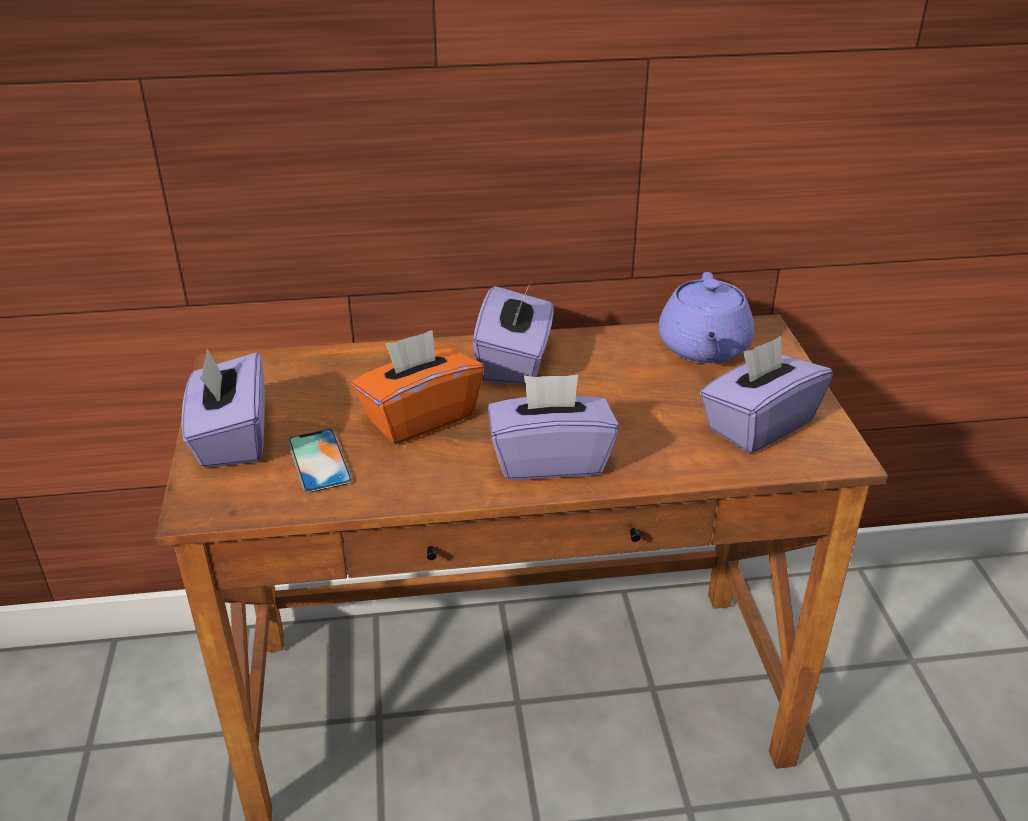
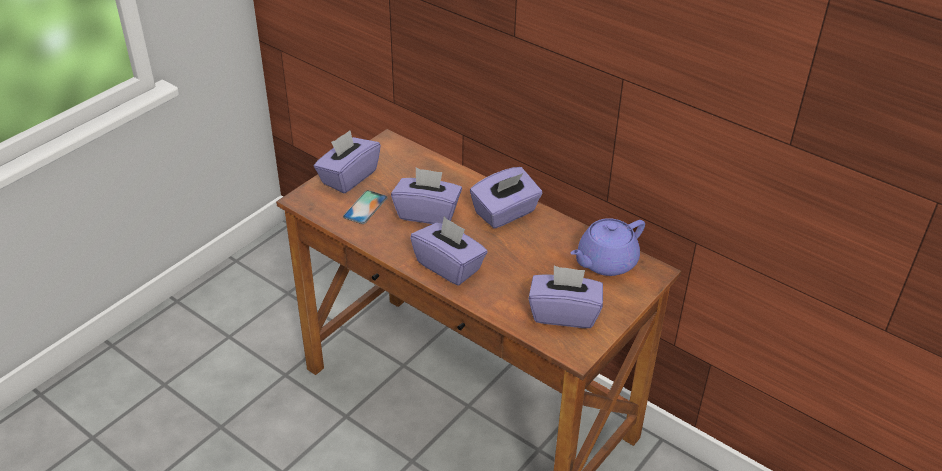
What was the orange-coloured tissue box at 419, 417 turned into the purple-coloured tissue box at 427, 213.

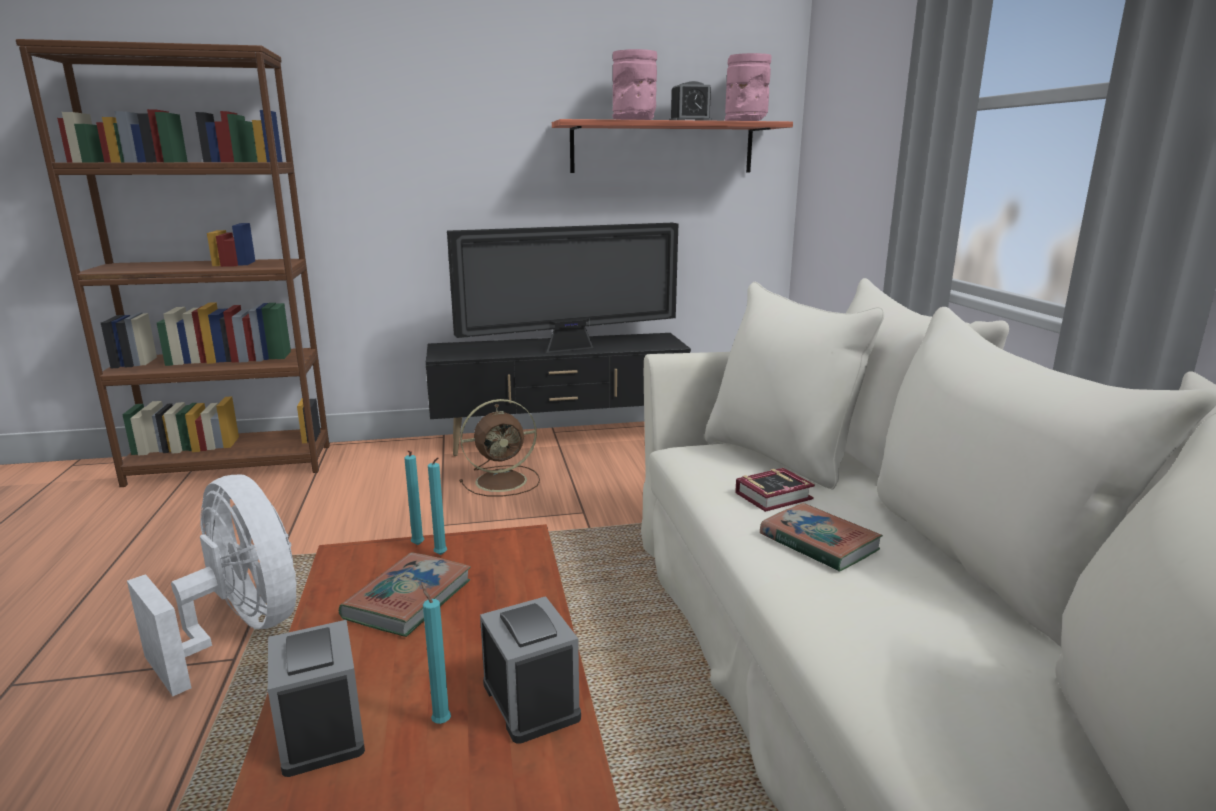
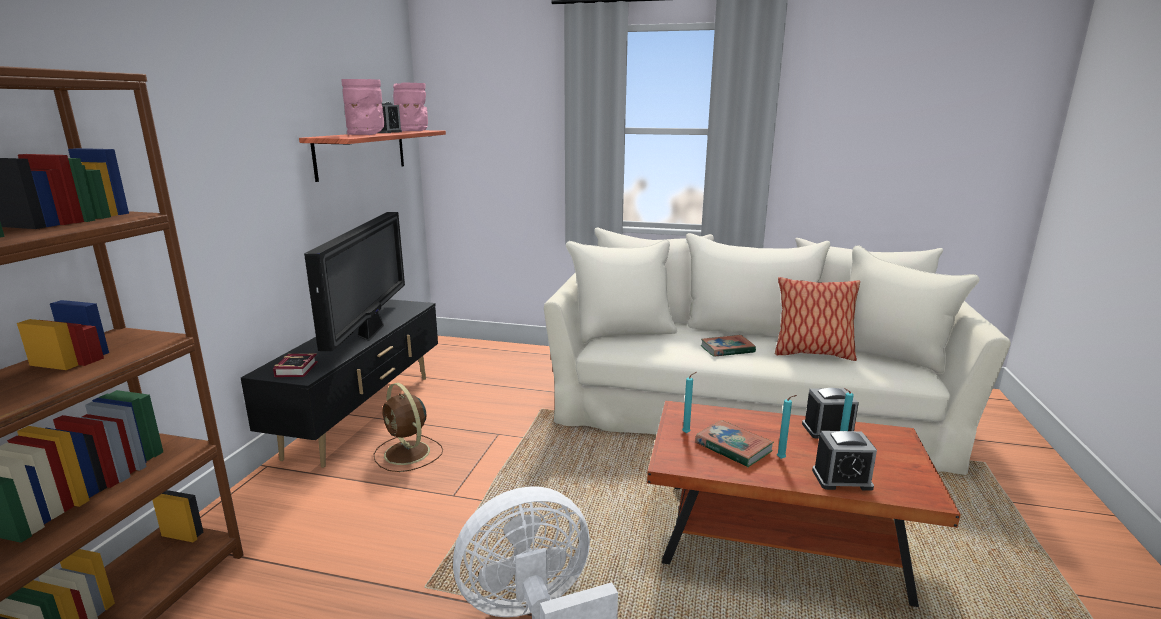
The second view gained the cushion at 812, 354. The blue-green wax light ended up elsewhere, having gone from 417, 546 to 782, 459. The bound book ended up elsewhere, having gone from 777, 496 to 298, 368. The brown-coloured fan at 503, 481 ended up facing another way, 135 degrees clockwise from before.

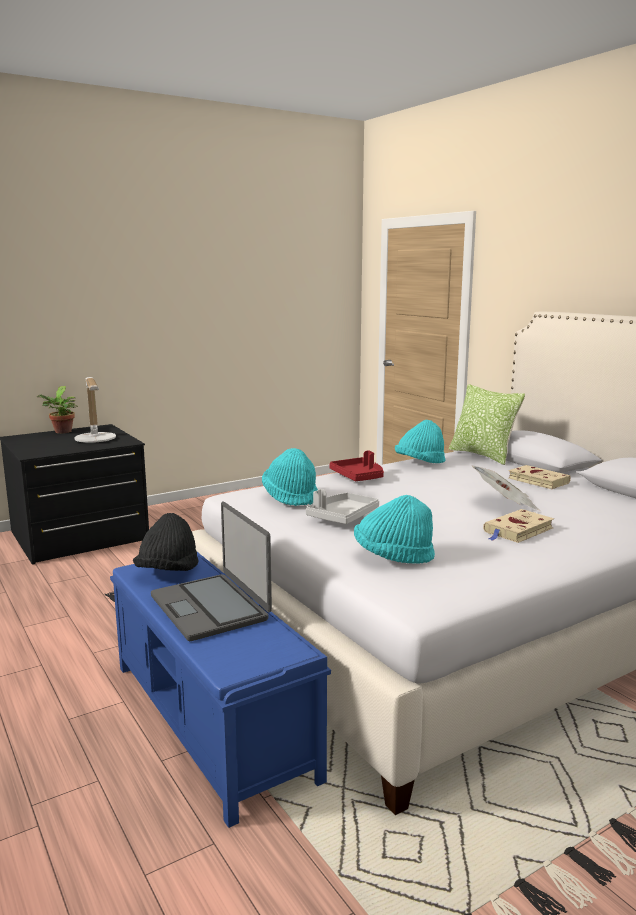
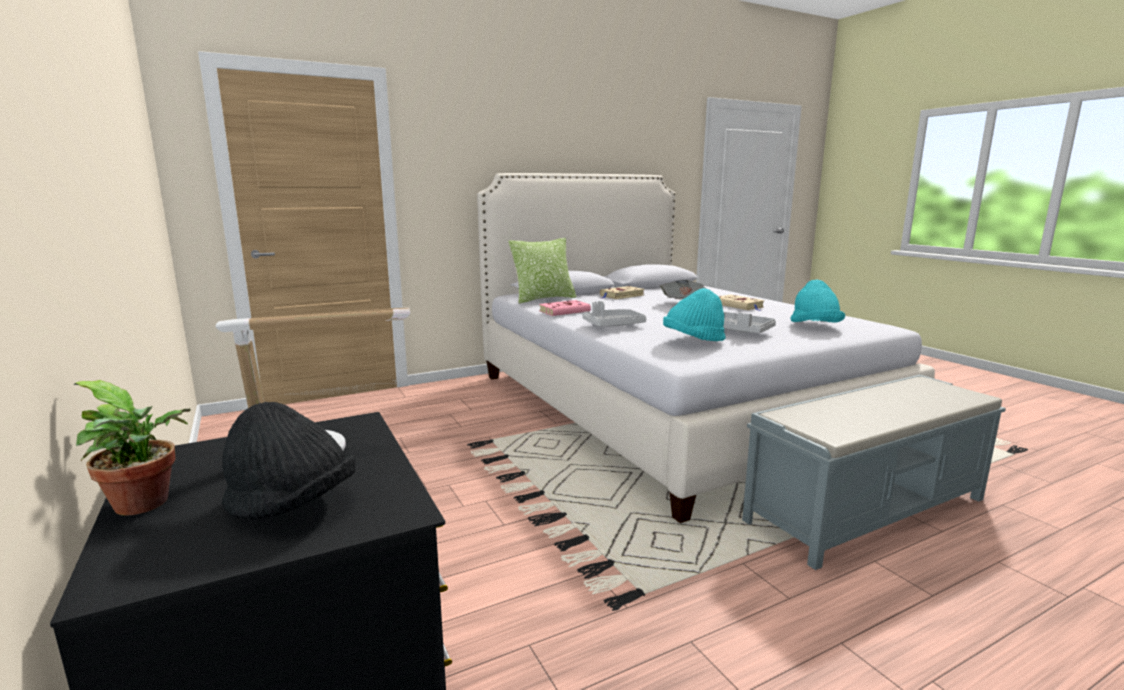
The second view lost the laptop at 211, 607. The black-coloured hat ended up elsewhere, having gone from 168, 572 to 291, 505. Where the blue-green hat stood at 420, 463, the pinkish bound book came to stand at 565, 311. What was the blue long seat at 211, 720 turned into the grey long seat at 868, 509. What was the reddish tray at 358, 477 turned into the grey tray at 613, 325.

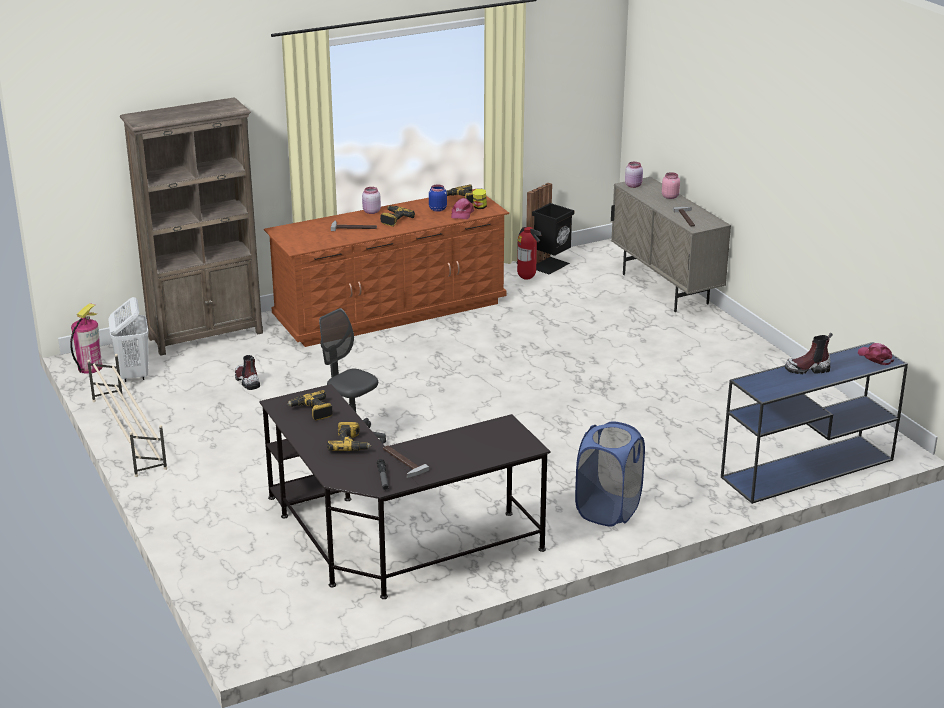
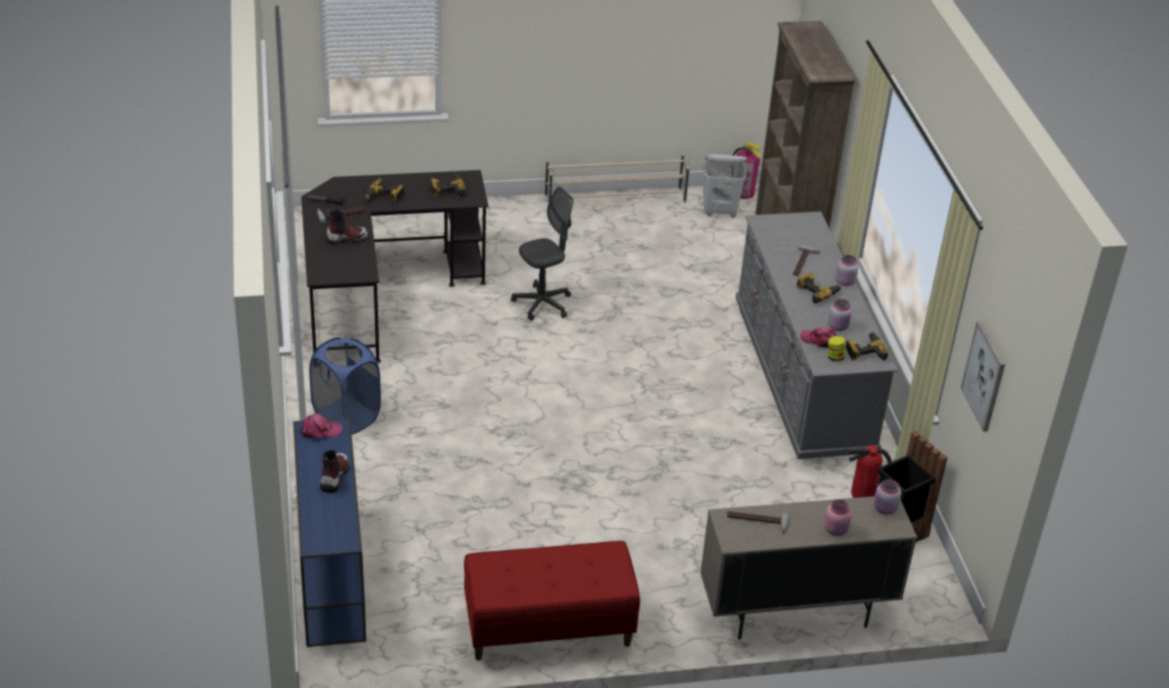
The second view gained the reddish long seat at 548, 628. The second view gained the wall art at 984, 376. The high-top boot ended up elsewhere, having gone from 246, 381 to 346, 238. The pinkish cap ended up elsewhere, having gone from 875, 357 to 320, 431. What was the brown-coloured drawer chest at 390, 311 turned into the grey drawer chest at 802, 378. What was the blue storage jar at 437, 209 turned into the pinkish storage jar at 838, 326.

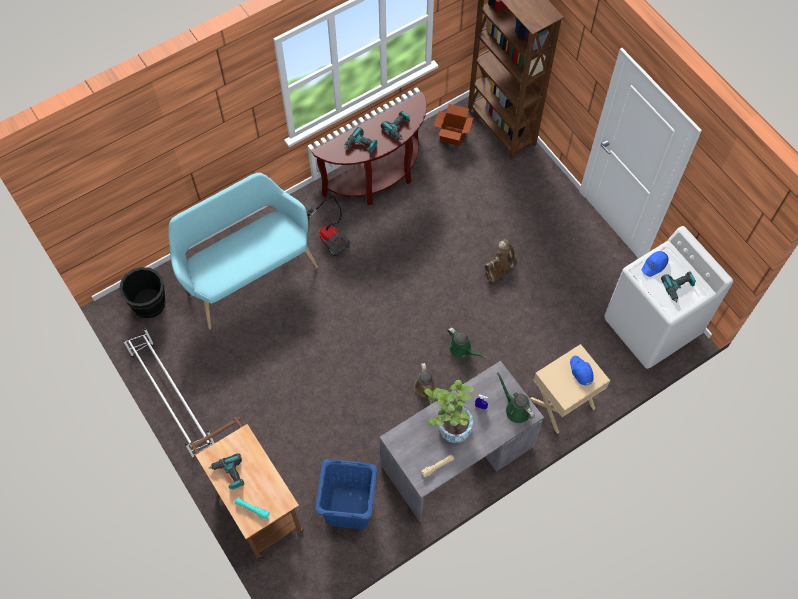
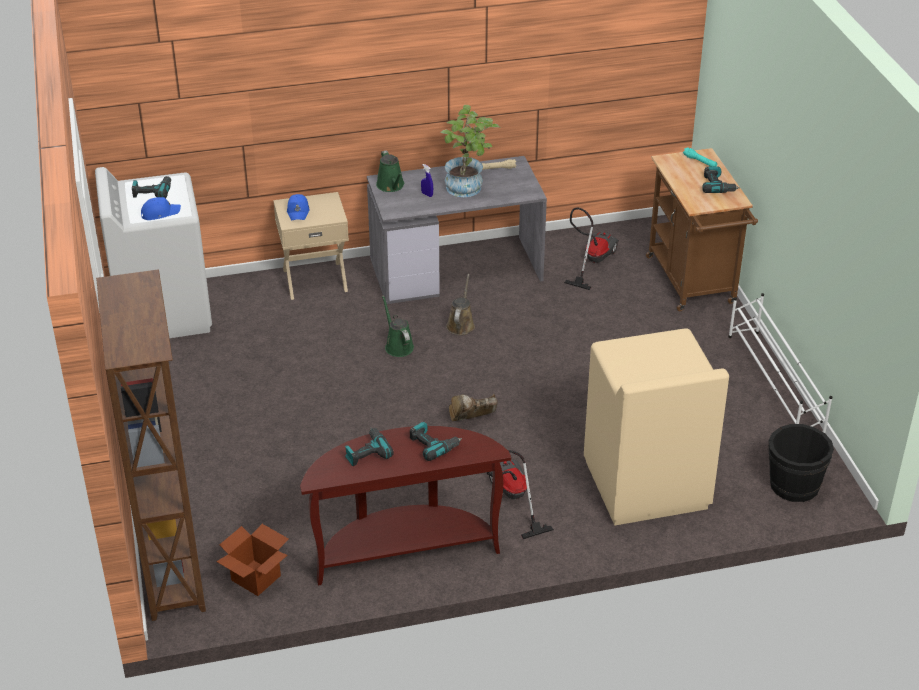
The brown-coloured high-top boot ended up elsewhere, having gone from 499, 268 to 471, 421. Where the blue-green long seat stood at 247, 273, the beige-coloured laundry appliance came to stand at 644, 485. Where the blue laundry basket stood at 348, 508, the vacuum cleaner came to stand at 591, 261.

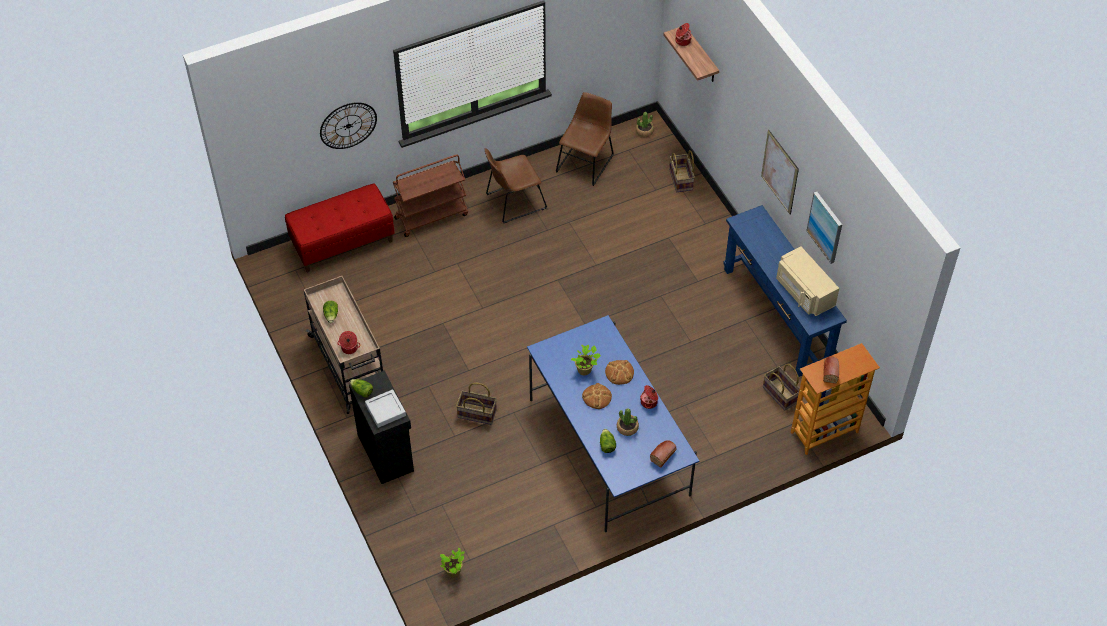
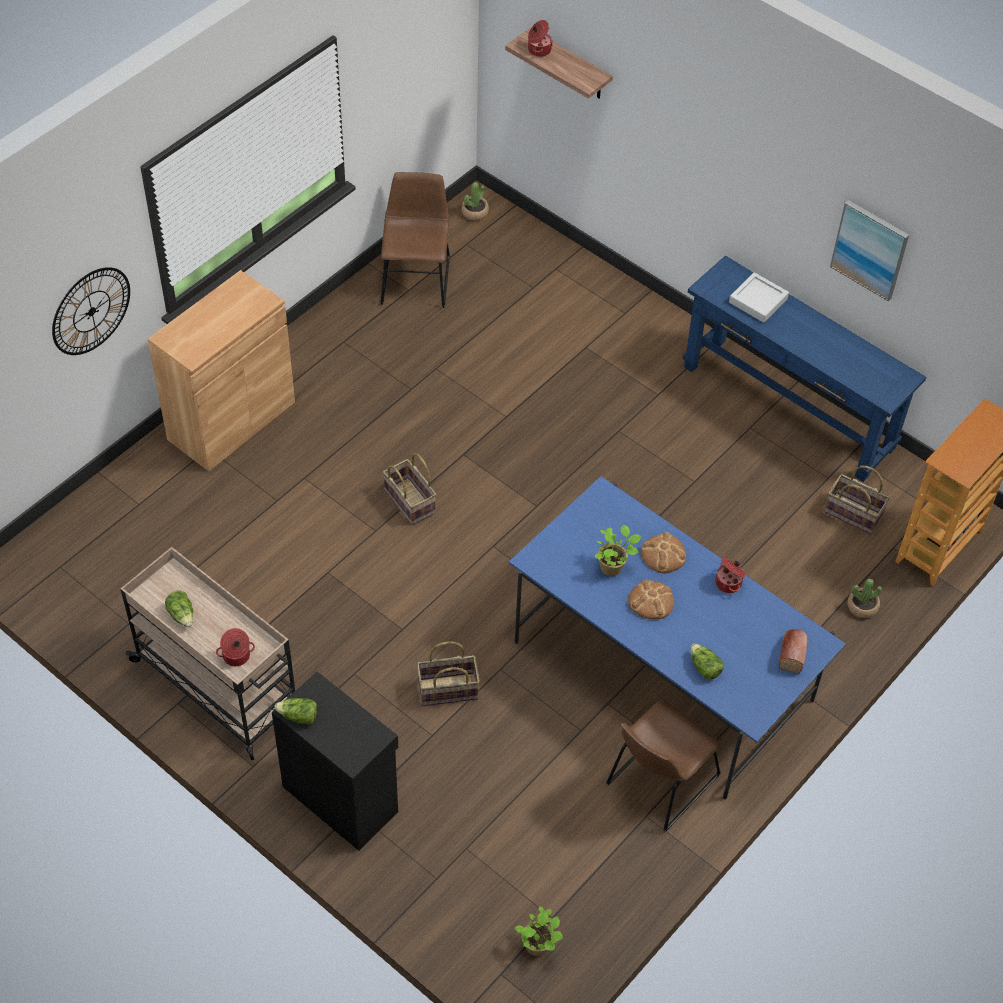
The second view lost the reddish long seat at 342, 242. The second view lost the wall art at 779, 172. The second view lost the beige-coloured microwave at 804, 292. The second view lost the bakery bread at 830, 371. The grey tray ended up elsewhere, having gone from 385, 410 to 758, 301. The brown-coloured plain chair ended up elsewhere, having gone from 513, 202 to 659, 783. The potted plant ended up elsewhere, having gone from 627, 427 to 862, 606. The storage basket ended up elsewhere, having gone from 681, 179 to 410, 501. Where the brown-coloured wheeled cart stood at 431, 216, the brown-coloured storage cabinet came to stand at 231, 421.

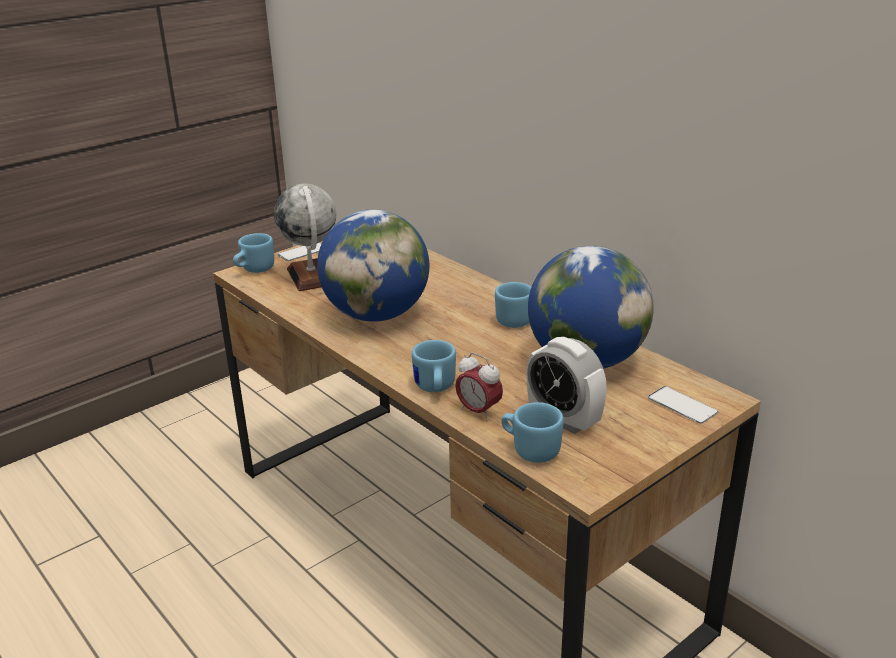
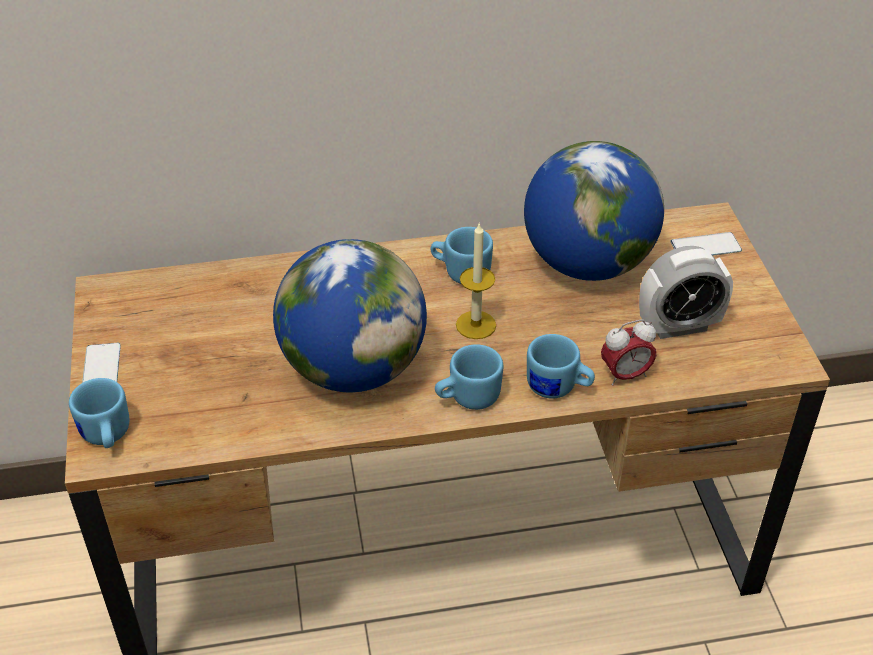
The second view lost the desk globe at 311, 276. The second view gained the wax light at 476, 325. The blue tea mug ended up elsewhere, having gone from 530, 449 to 467, 398.

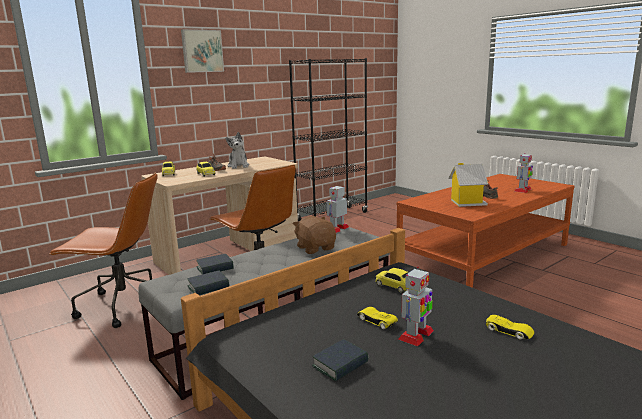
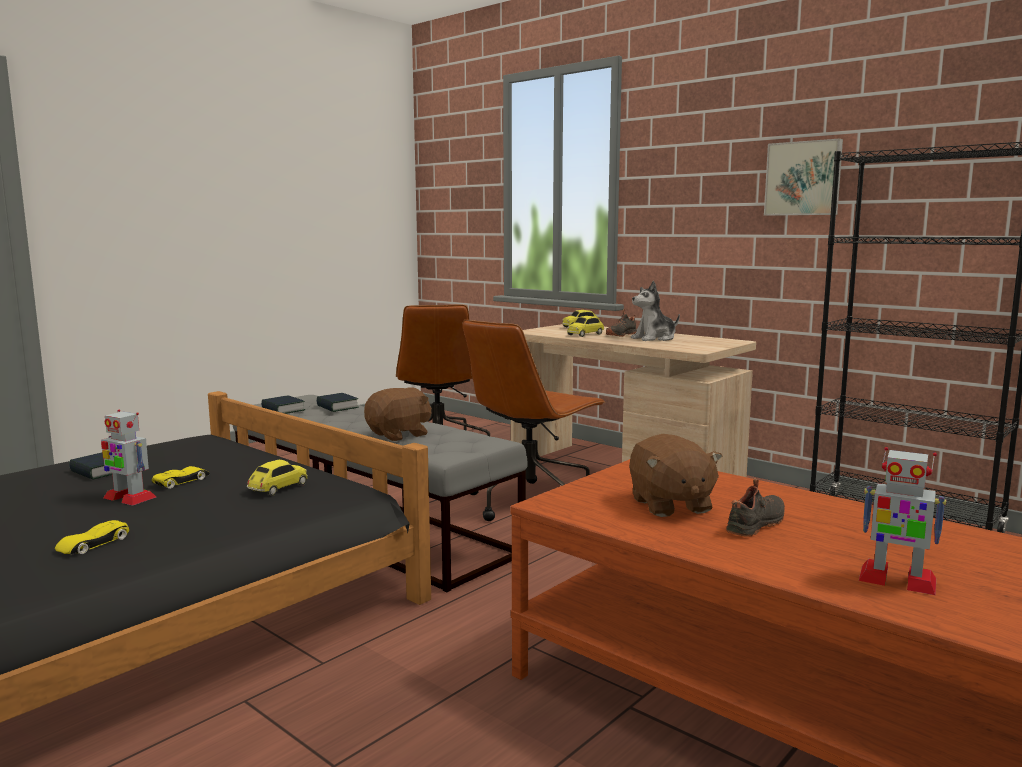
The second view lost the toy robot at 337, 228. The wall art ended up elsewhere, having gone from 202, 51 to 803, 178. Where the toy house stood at 466, 202, the brown-coloured cuddly toy came to stand at 670, 505.

